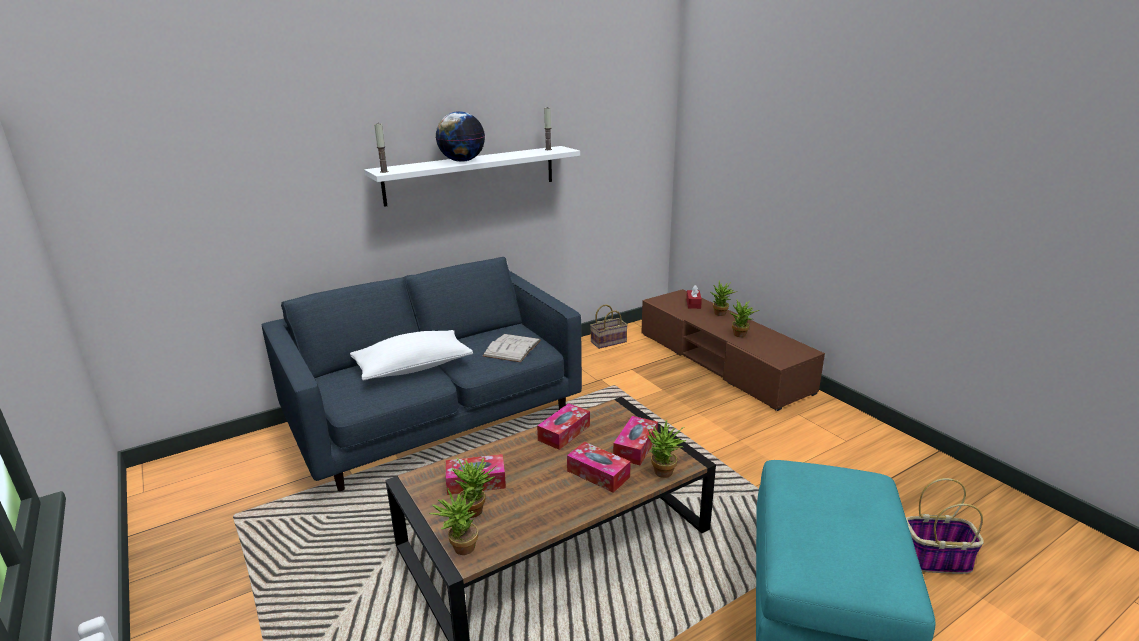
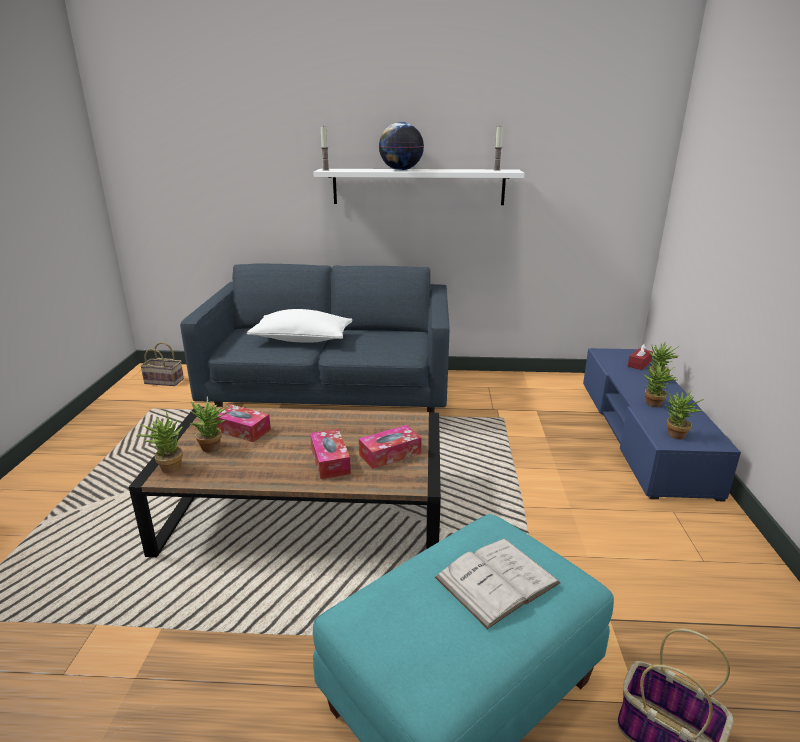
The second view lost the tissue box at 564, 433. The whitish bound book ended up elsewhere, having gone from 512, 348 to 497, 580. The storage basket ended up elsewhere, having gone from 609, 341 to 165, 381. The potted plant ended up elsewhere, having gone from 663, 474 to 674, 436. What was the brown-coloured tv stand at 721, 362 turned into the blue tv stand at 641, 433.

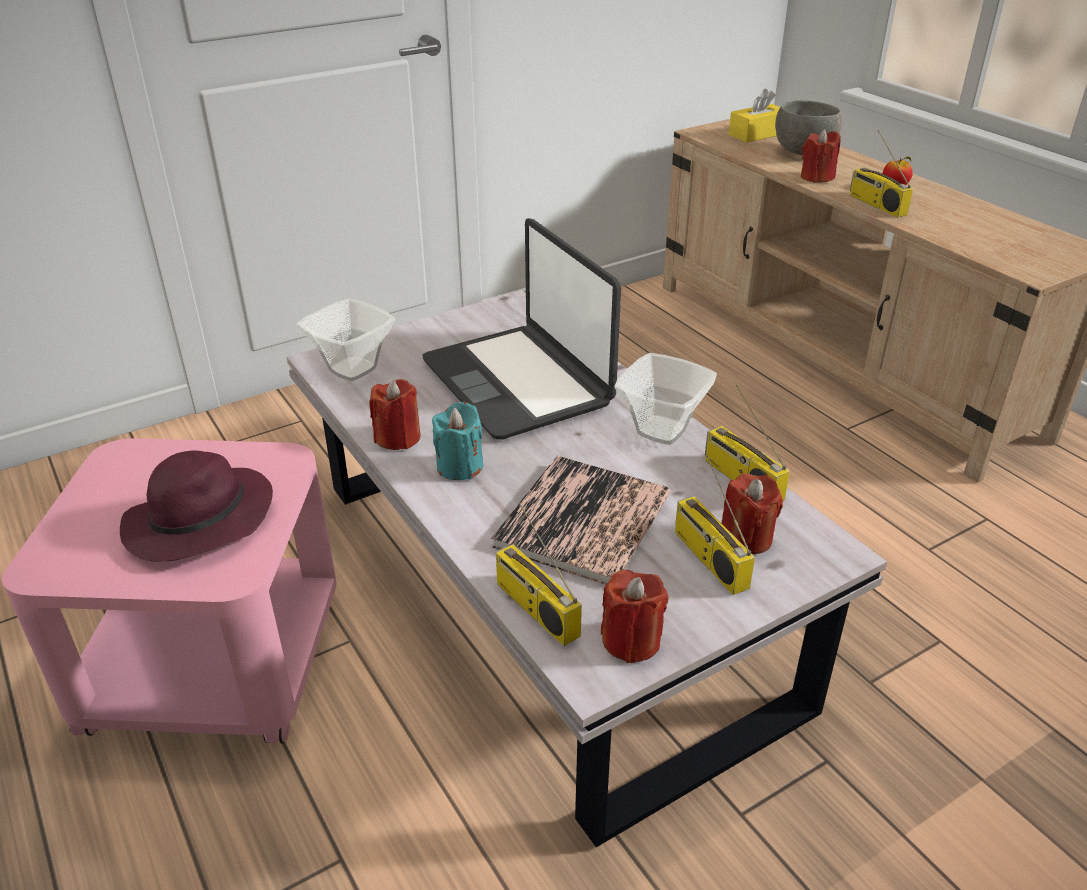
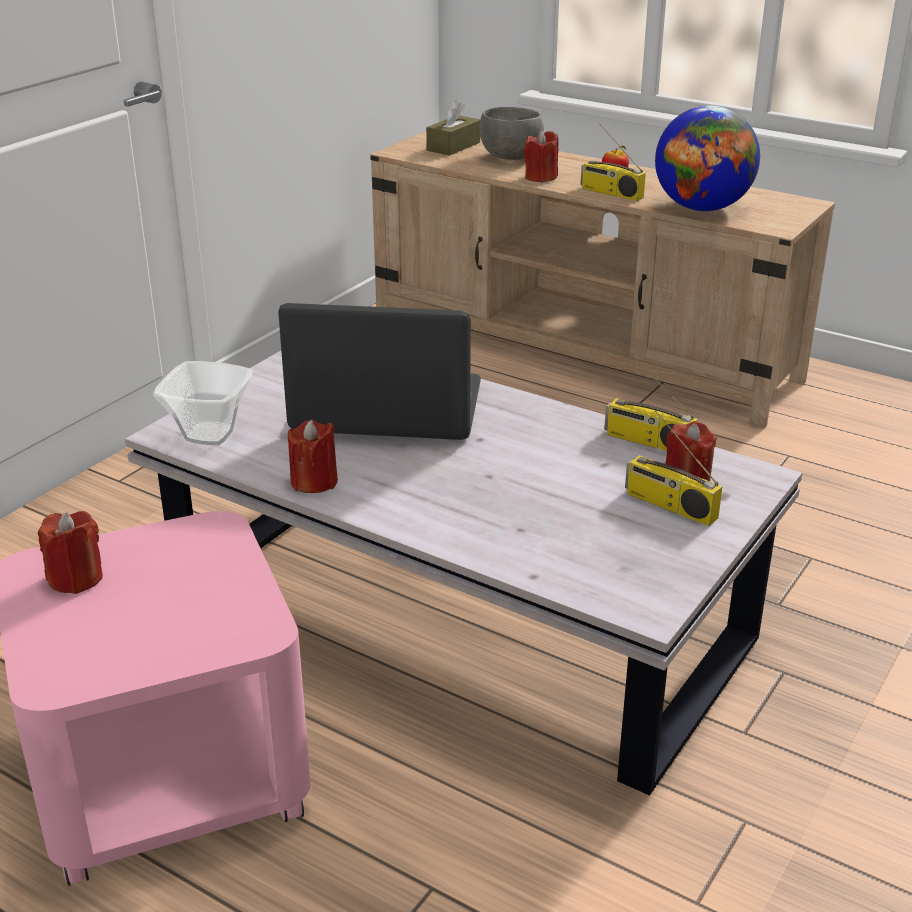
The second view lost the purple-coloured hat at 199, 522. The second view lost the blue-green wax light at 460, 466. The second view lost the bound book at 583, 520. The second view lost the radio at 534, 608. The second view lost the deep dish at 664, 430. The second view gained the desk globe at 702, 208. The reddish wax light ended up elsewhere, having gone from 631, 641 to 76, 578. What was the yellow-coloured tissue box at 757, 134 turned into the brown-coloured tissue box at 453, 146. The laptop at 518, 382 ended up facing another way, 150 degrees clockwise from before.

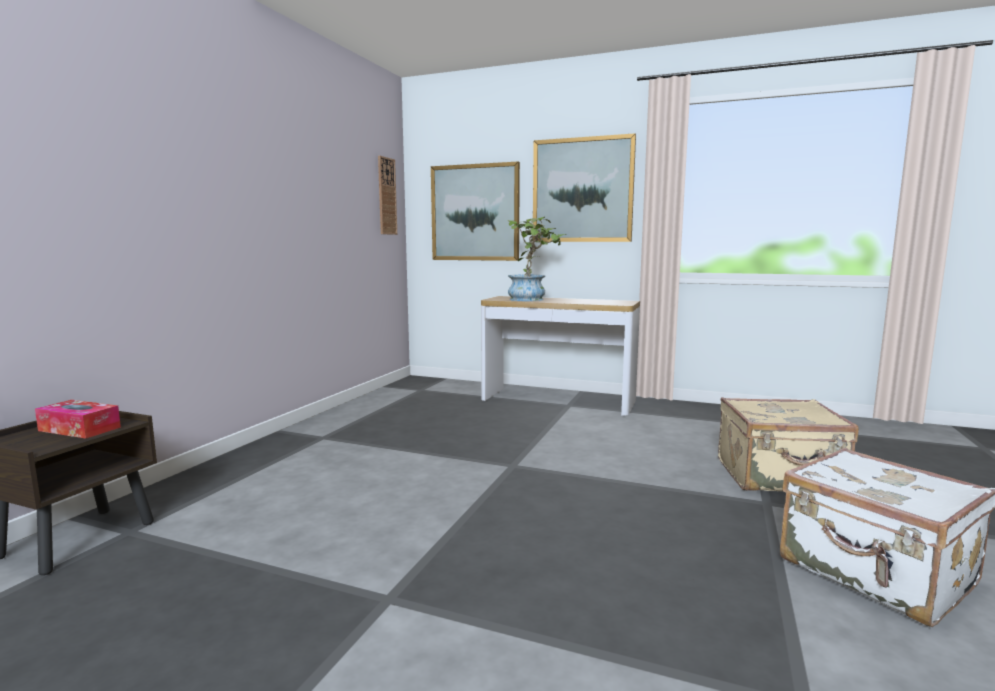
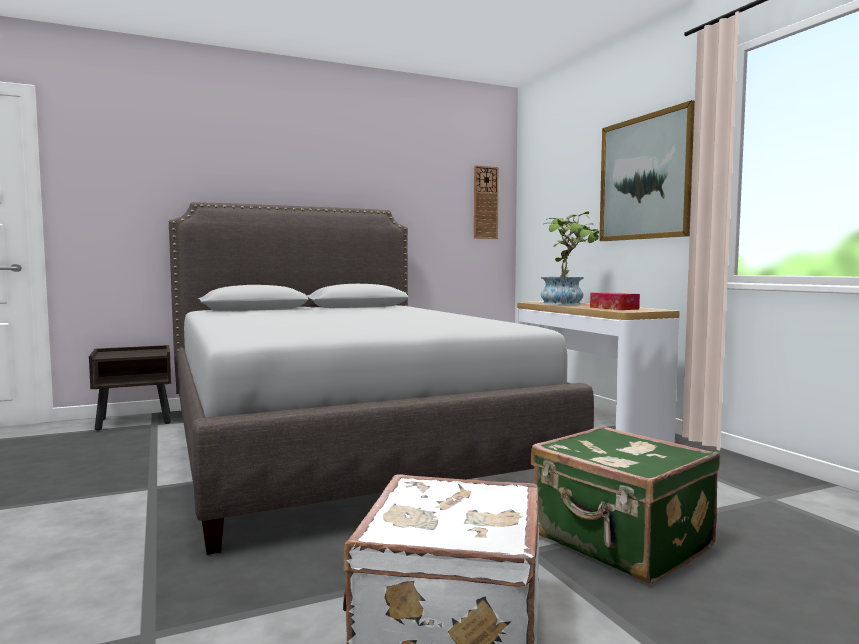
The second view lost the wall art at 475, 213. The second view gained the grey sleeping bed at 342, 442. The tissue box ended up elsewhere, having gone from 79, 429 to 614, 308. What was the beige-coloured suitcase at 779, 477 turned into the green suitcase at 621, 543.

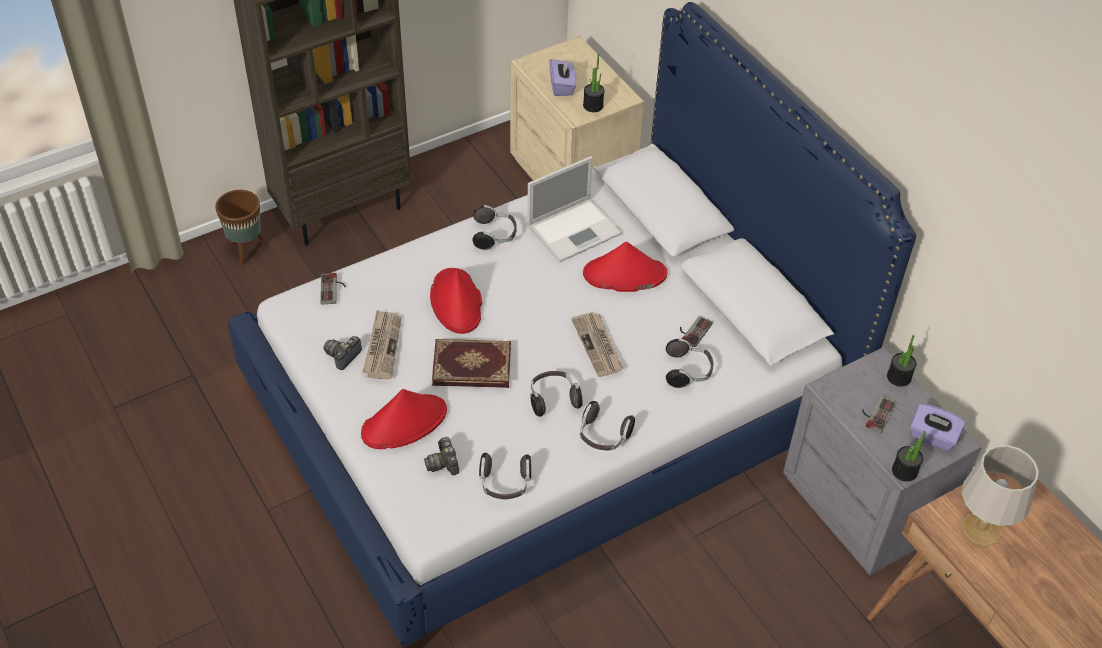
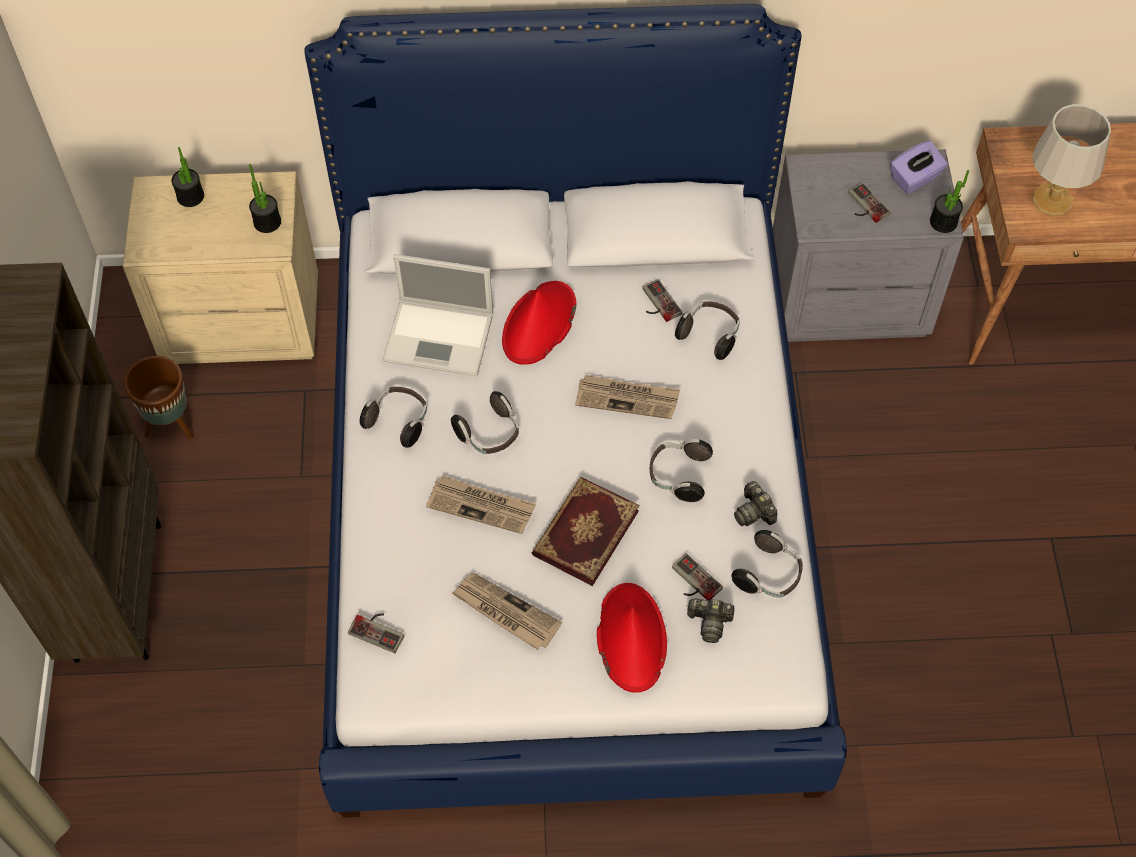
The second view lost the purple-coloured tissue box at 562, 86. The second view gained the gamepad at 692, 582. The brown-coloured flower pot ended up elsewhere, having gone from 246, 250 to 170, 425. The photo camera ended up elsewhere, having gone from 343, 356 to 754, 512. The headset ended up elsewhere, having gone from 603, 436 to 489, 434. The potted plant ended up elsewhere, having gone from 899, 377 to 190, 196. Where the reddish hat stood at 456, 302, the newspaper came to stand at 481, 506. The laptop at 575, 229 ended up facing another way, 105 degrees clockwise from before.

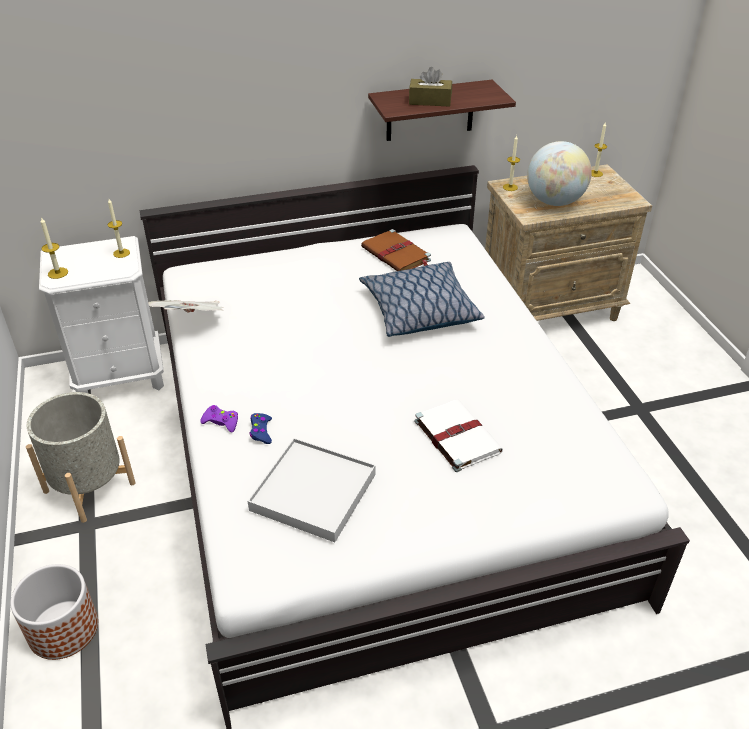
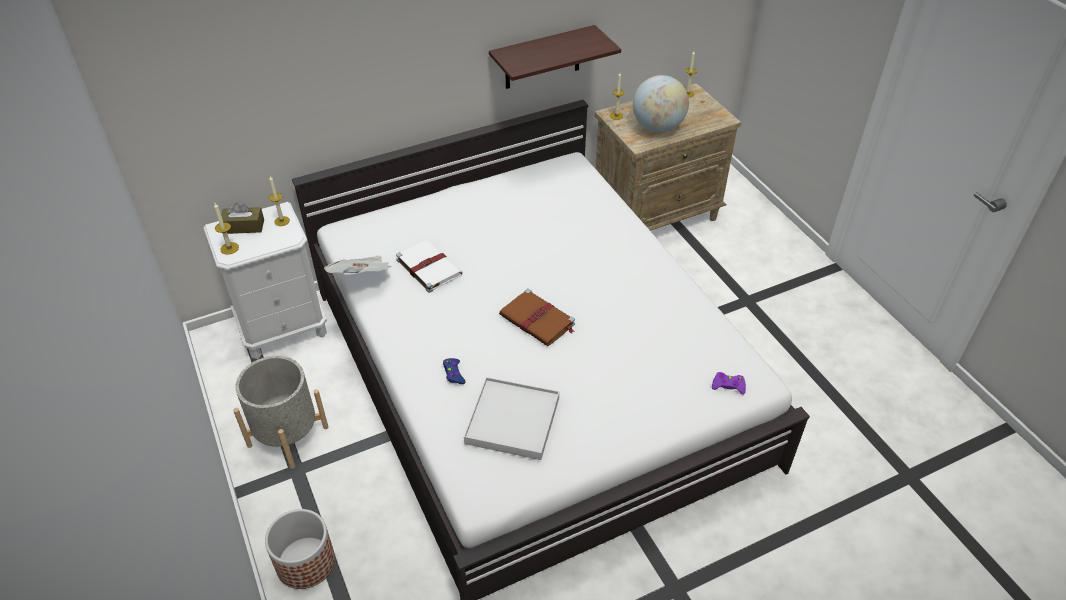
The second view lost the cushion at 419, 311. The purple-coloured gamepad ended up elsewhere, having gone from 221, 422 to 728, 386. The brown-coloured bound book ended up elsewhere, having gone from 396, 254 to 538, 320. The brown-coloured tissue box ended up elsewhere, having gone from 430, 101 to 244, 226. The whitish bound book ended up elsewhere, having gone from 456, 436 to 428, 266.

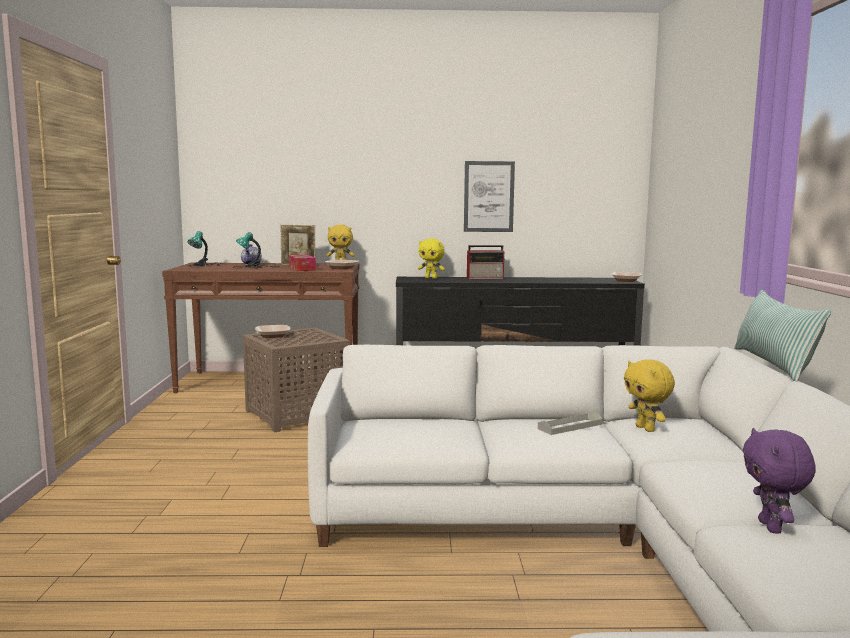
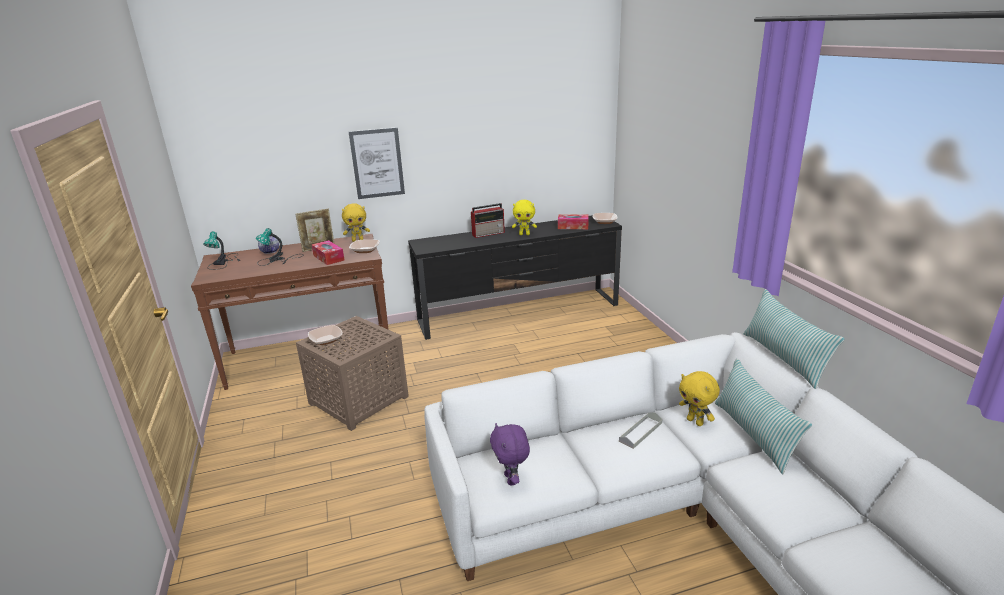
The second view gained the tissue box at 573, 226. The second view gained the cushion at 754, 434. The yellow-coloured cuddly toy ended up elsewhere, having gone from 431, 278 to 524, 234. The wall art ended up elsewhere, having gone from 489, 196 to 377, 163. The purple-coloured cuddly toy ended up elsewhere, having gone from 772, 527 to 511, 479.

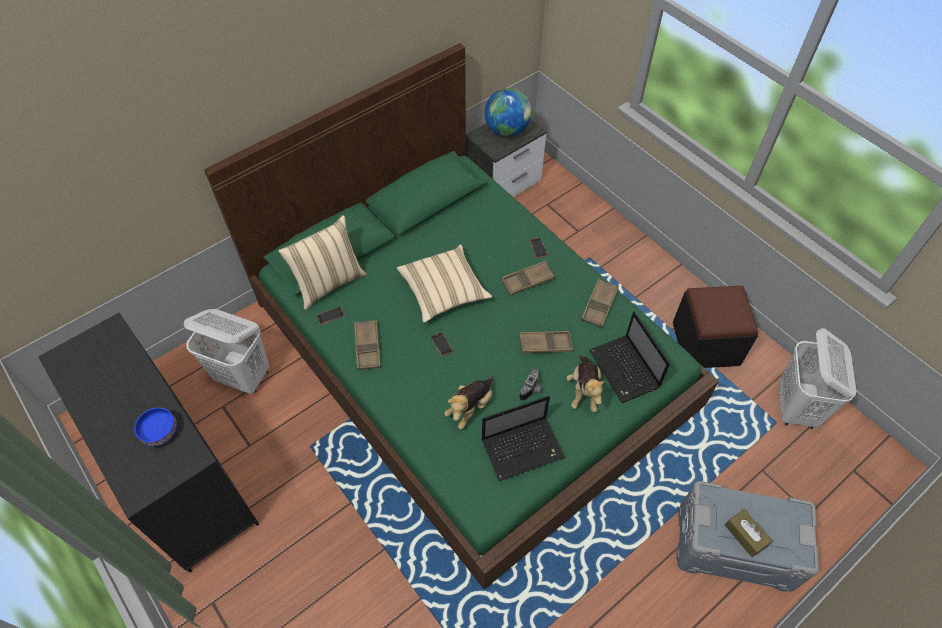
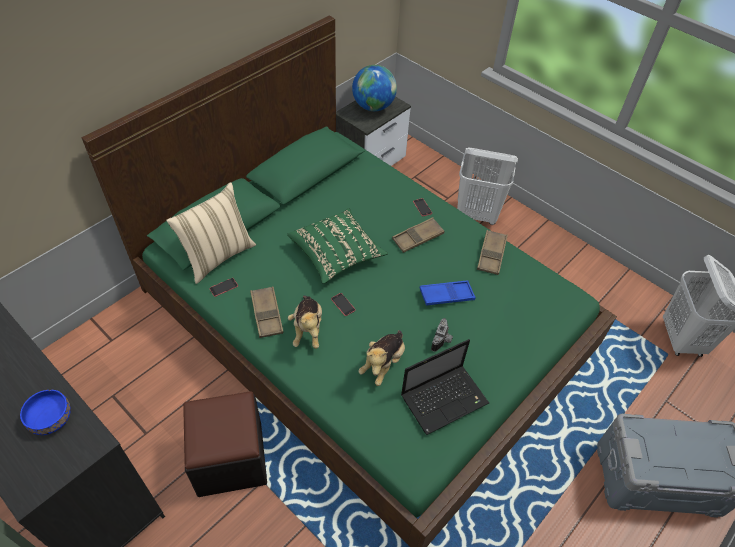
The second view lost the laptop at 625, 370. The second view lost the brown-coloured tissue box at 745, 535. The whitish laundry basket ended up elsewhere, having gone from 244, 376 to 477, 214. The cuddly toy ended up elsewhere, having gone from 584, 390 to 307, 329. The black-coloured footrest ended up elsewhere, having gone from 705, 343 to 230, 458. What was the beige-coloured cushion at 443, 291 turned into the green cushion at 336, 254. What was the brown-coloured tray at 545, 344 turned into the blue tray at 446, 295.

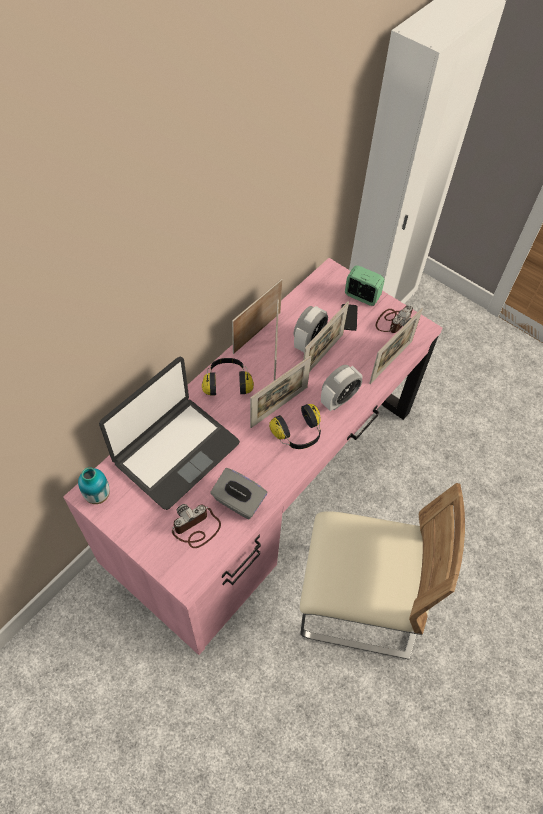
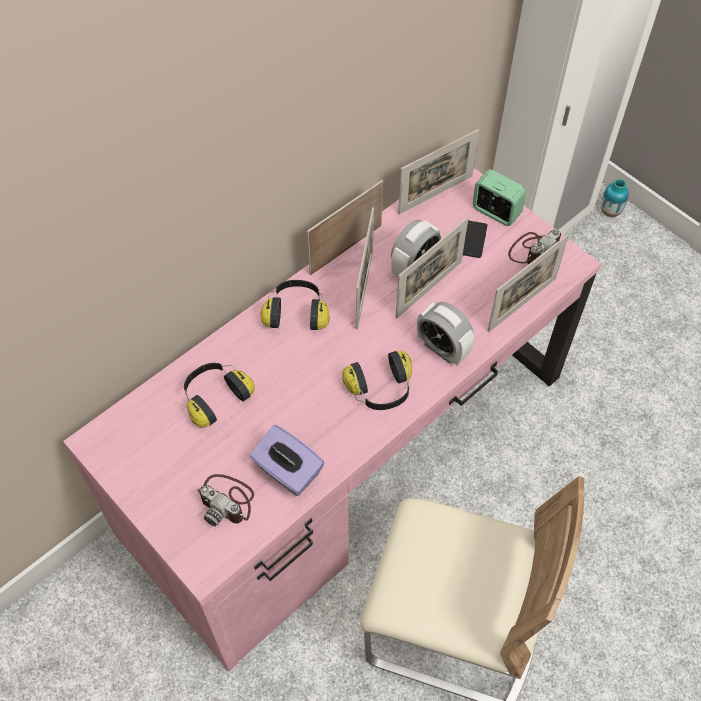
The decorative vase ended up elsewhere, having gone from 98, 495 to 610, 211. The photo frame ended up elsewhere, having gone from 279, 407 to 435, 194. Where the laptop stood at 175, 452, the headset came to stand at 215, 398. What was the grey tissue box at 238, 501 turned into the purple-coloured tissue box at 287, 471. The photo camera at 196, 528 ended up facing another way, 120 degrees counterclockwise from before. The table clock at 338, 399 ended up facing another way, 75 degrees clockwise from before.

